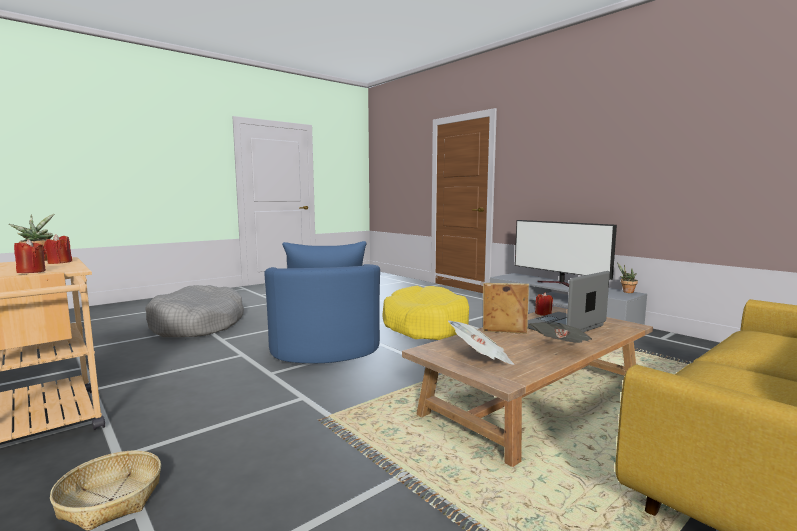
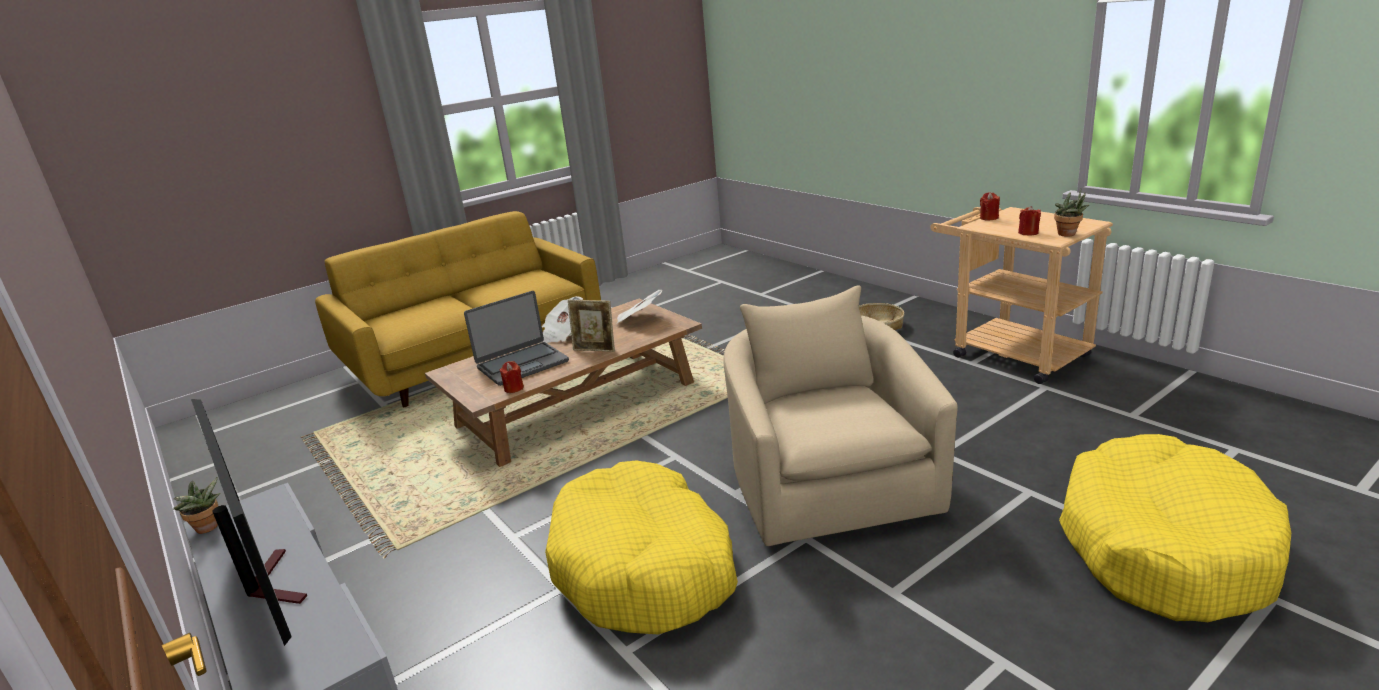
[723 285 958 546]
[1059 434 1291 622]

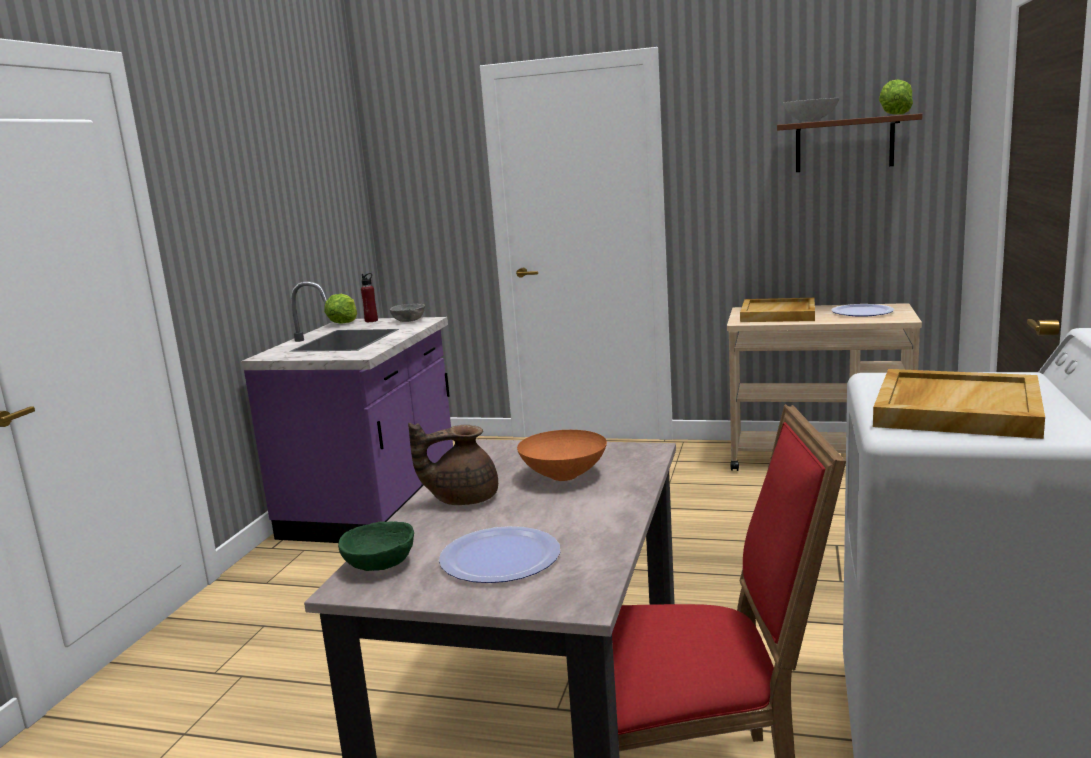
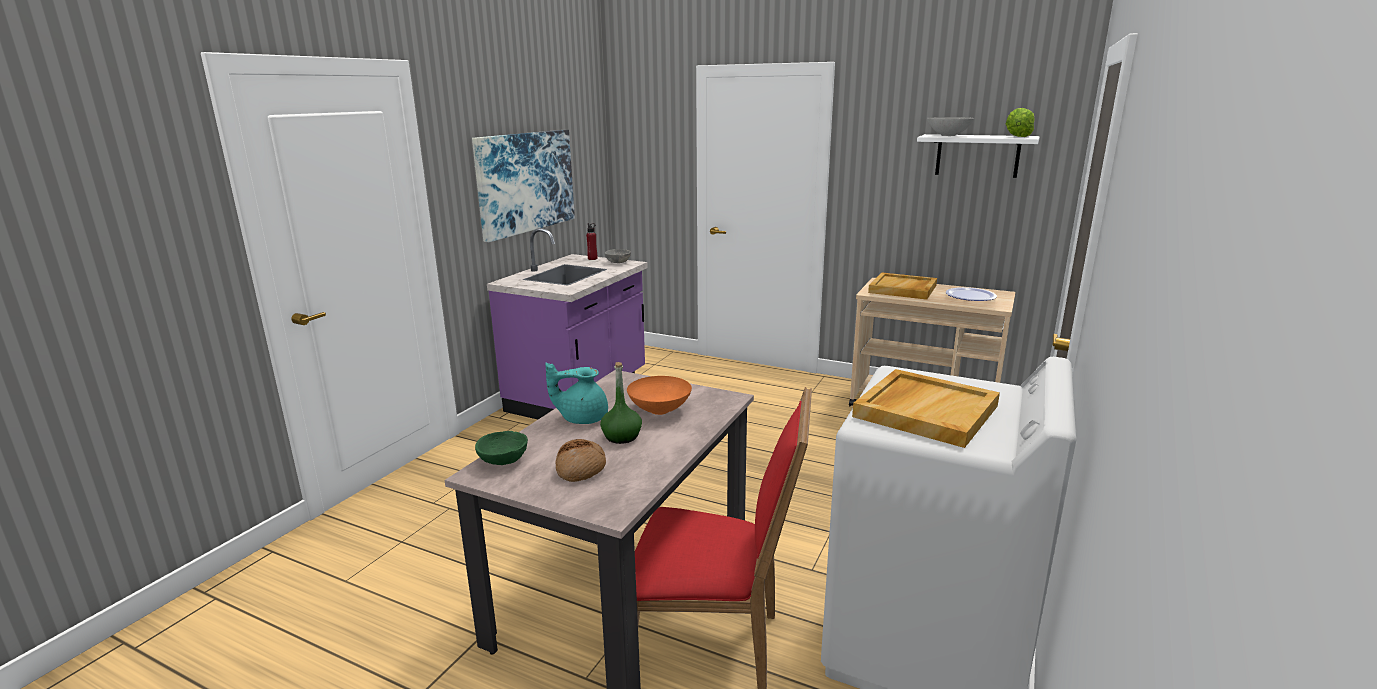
[917 134 1040 178]
[324 294 357 324] (first image)
[545 362 608 424]
[555 439 606 482]
[472 130 575 242]
[600 362 642 444]

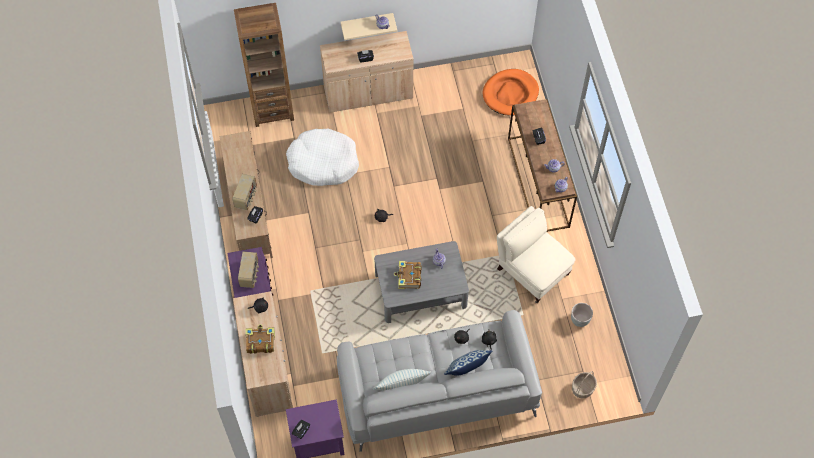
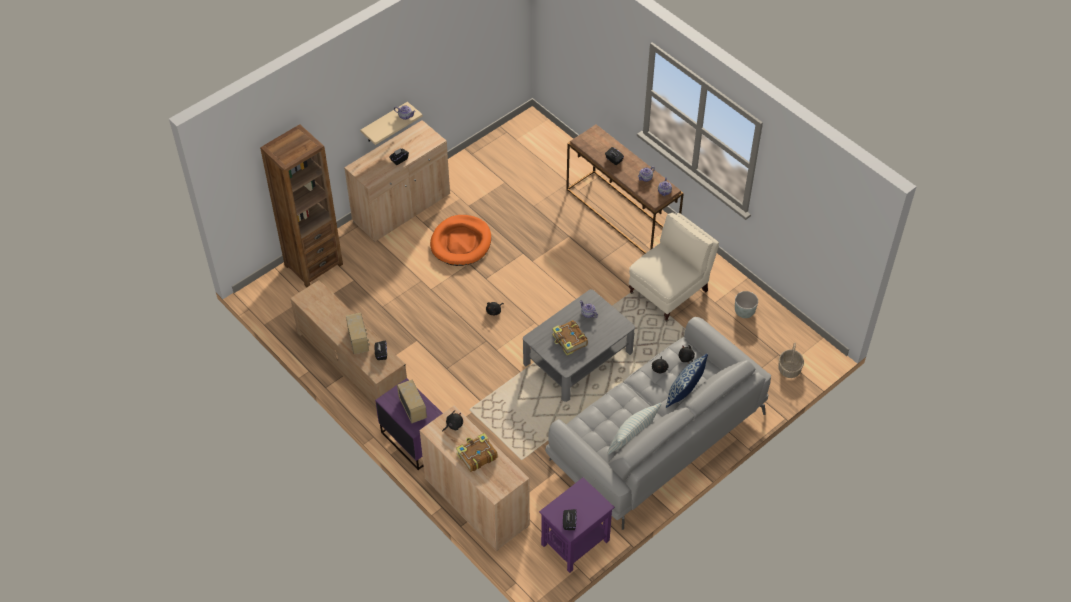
[430 215 491 266]
[286 128 359 186] (first image)
[629 213 719 322]

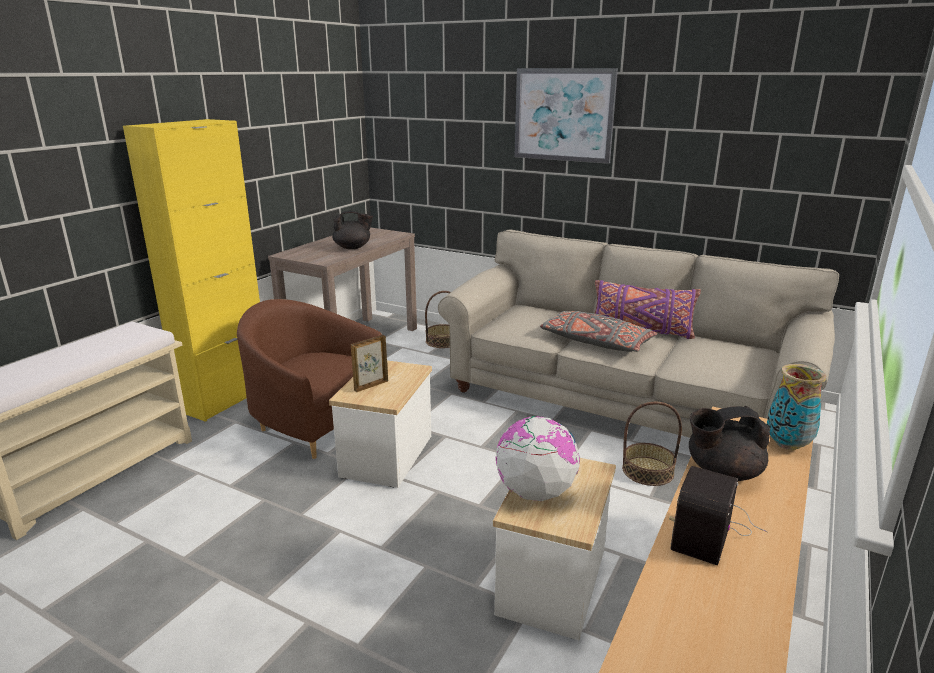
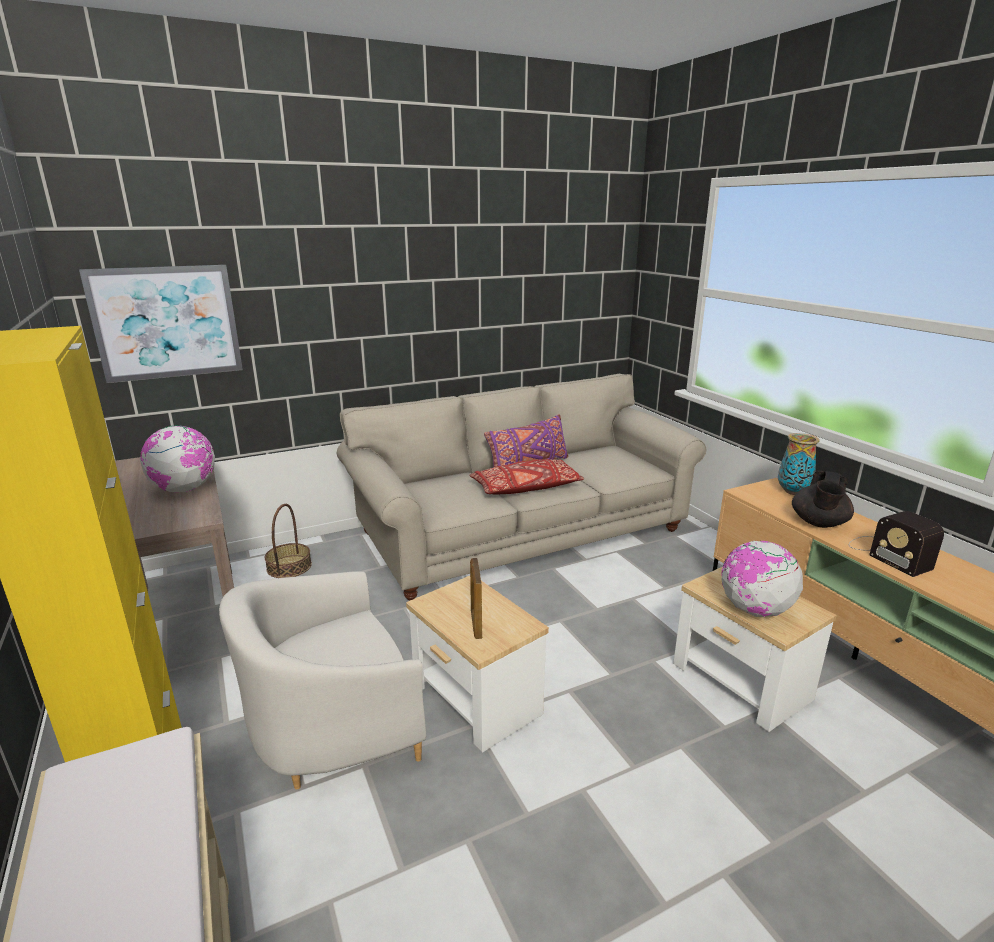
[79 265 243 383]
[140 425 215 492]
[219 571 426 790]
[469 459 584 495]
[622 402 682 486] (first image)

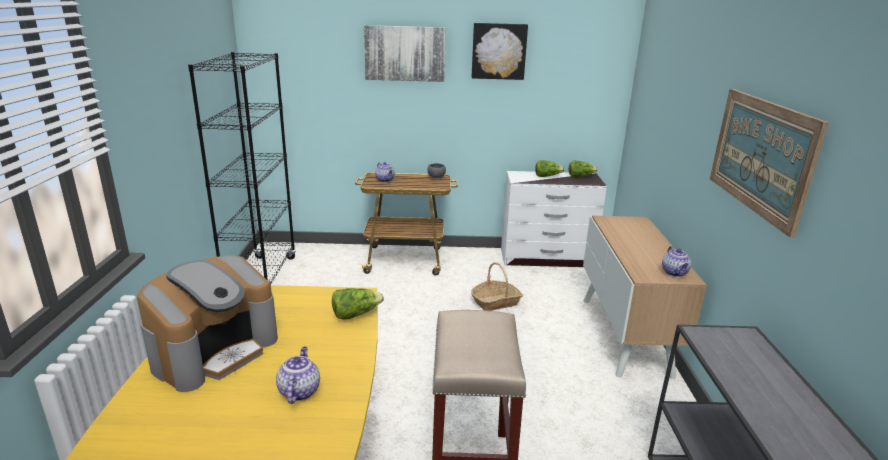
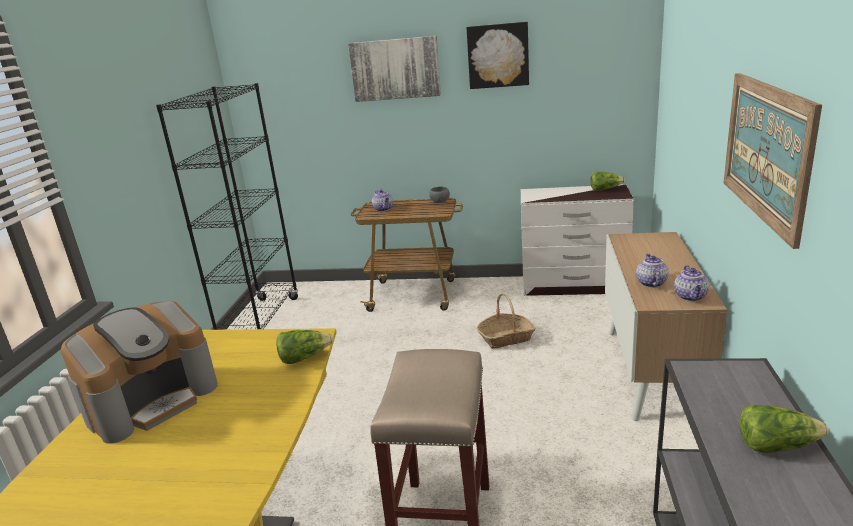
[740 405 829 453]
[636 254 669 287]

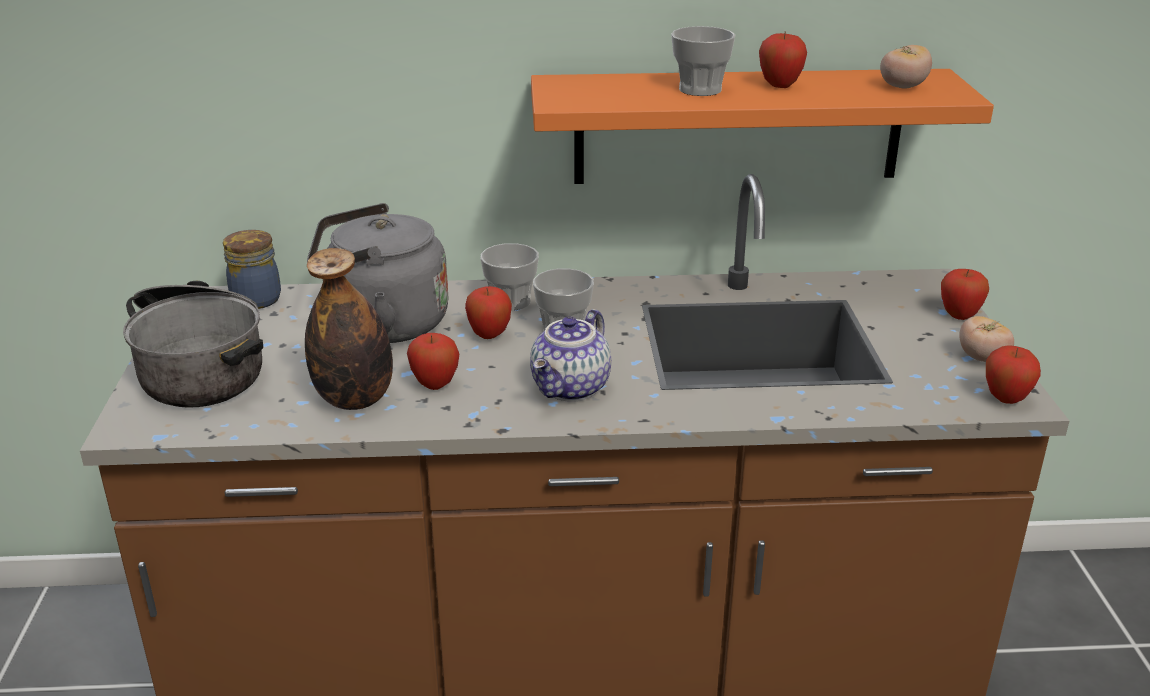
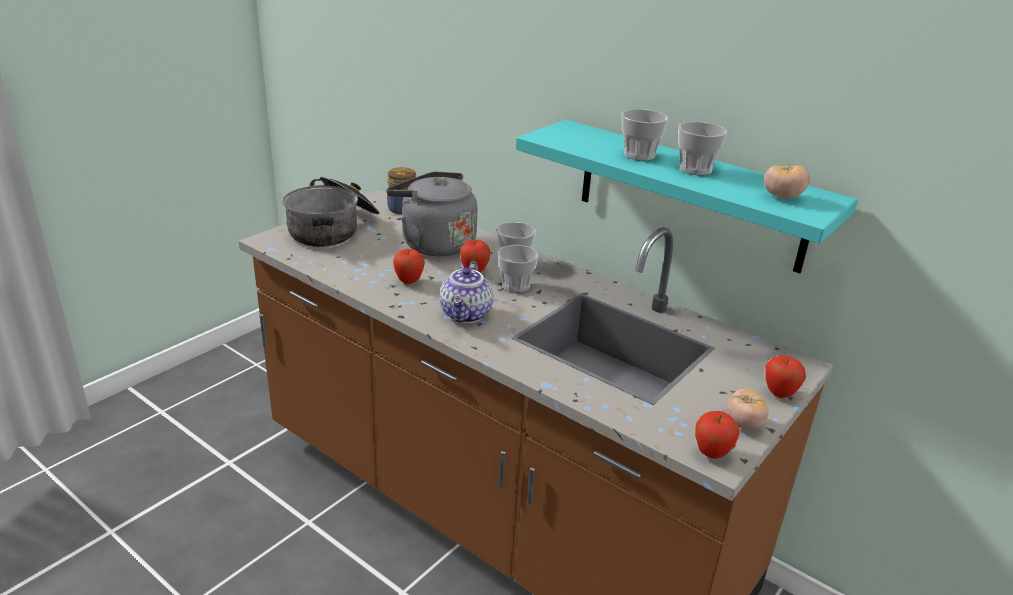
[678 122 727 175]
[516 119 858 273]
[305 248 393 410] (first image)
[440 261 493 323]

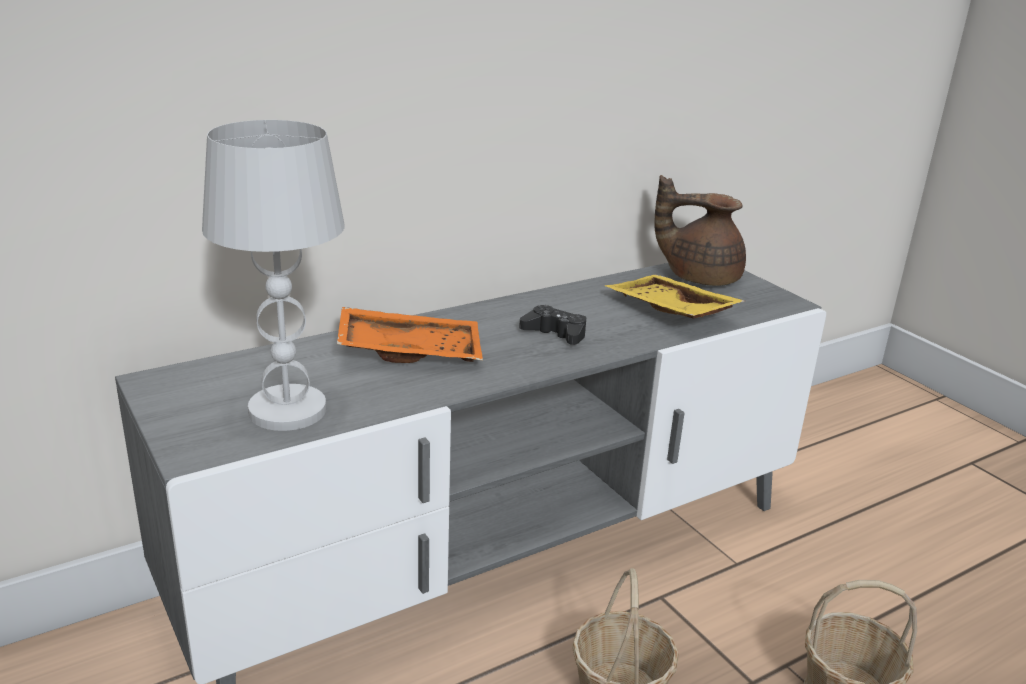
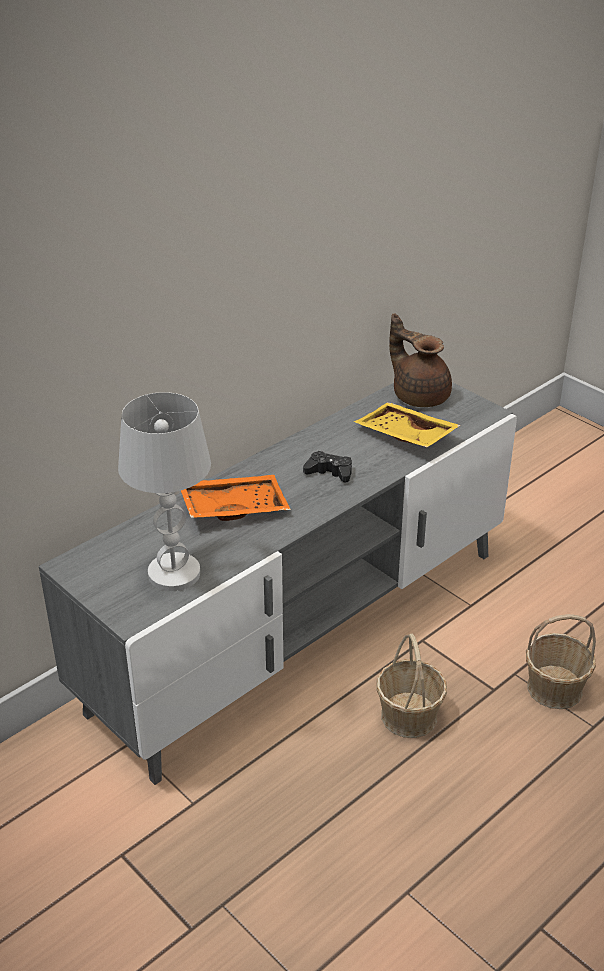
[389 313 452 407]

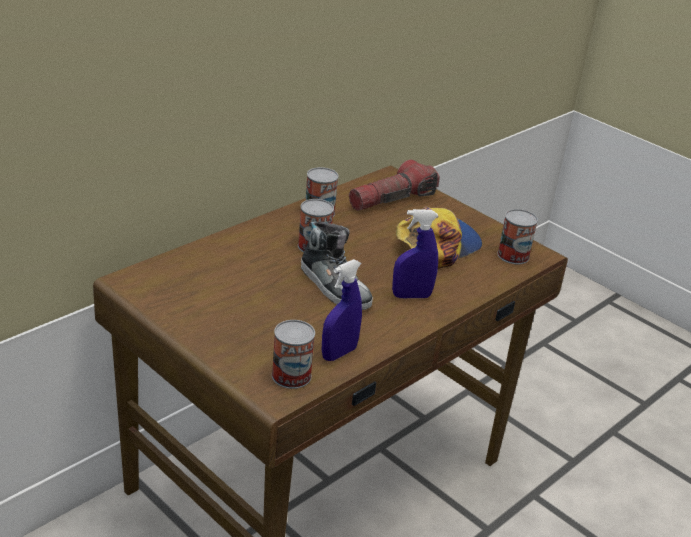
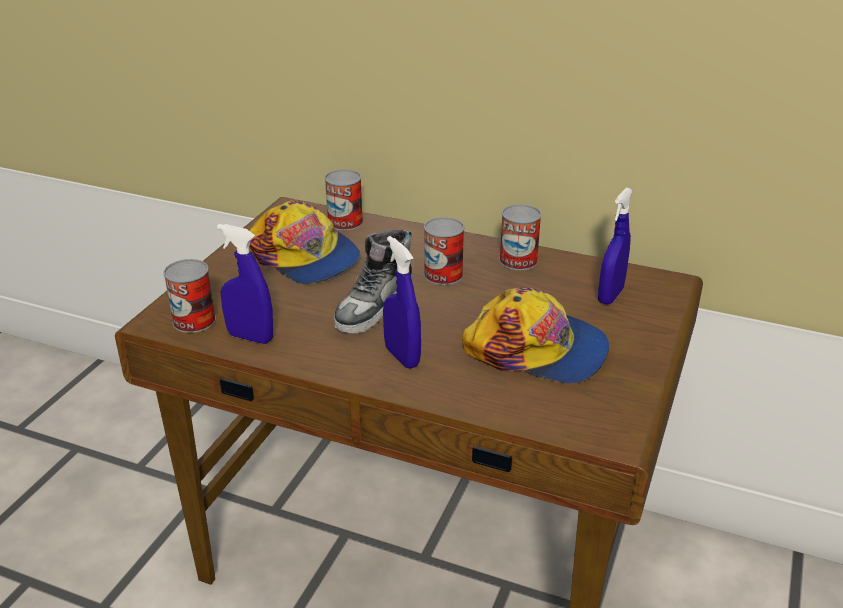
[598 188 633 304]
[325 169 363 231]
[249 201 361 284]

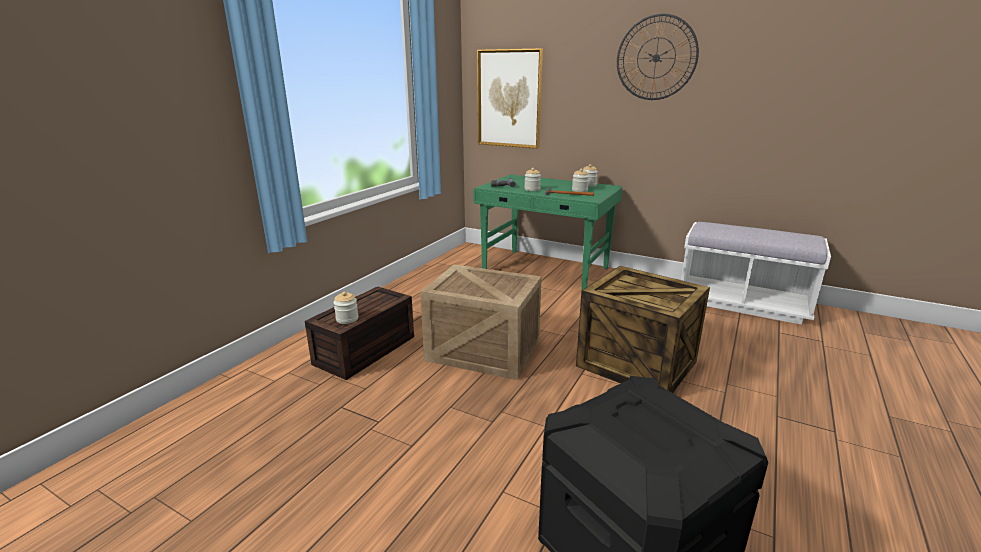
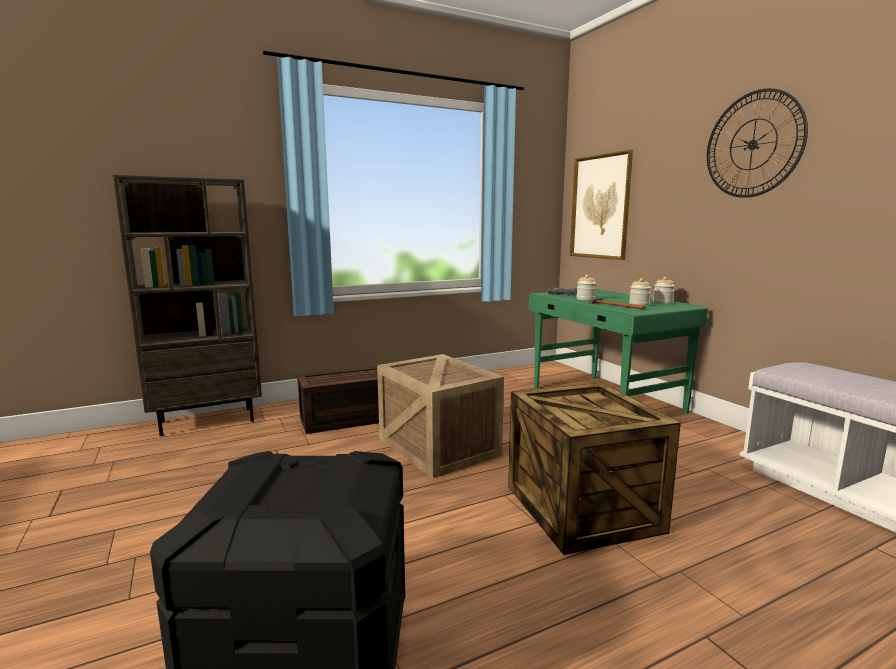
[334 292 358 324] (first image)
[113 175 262 436]

